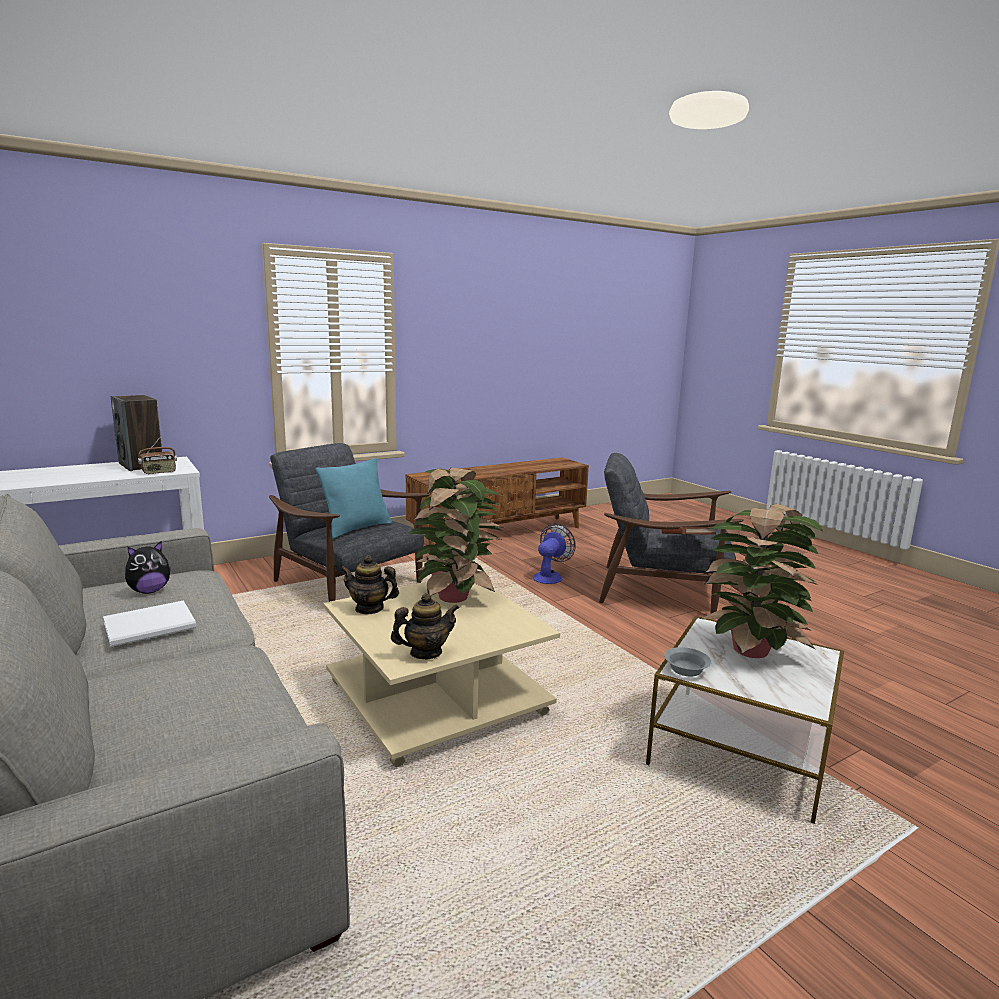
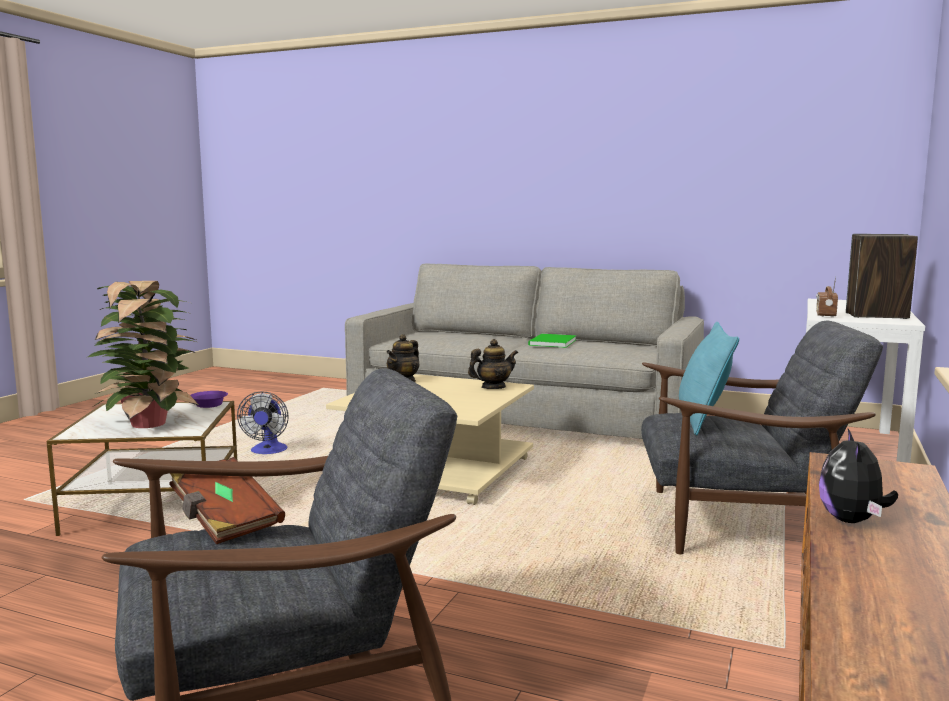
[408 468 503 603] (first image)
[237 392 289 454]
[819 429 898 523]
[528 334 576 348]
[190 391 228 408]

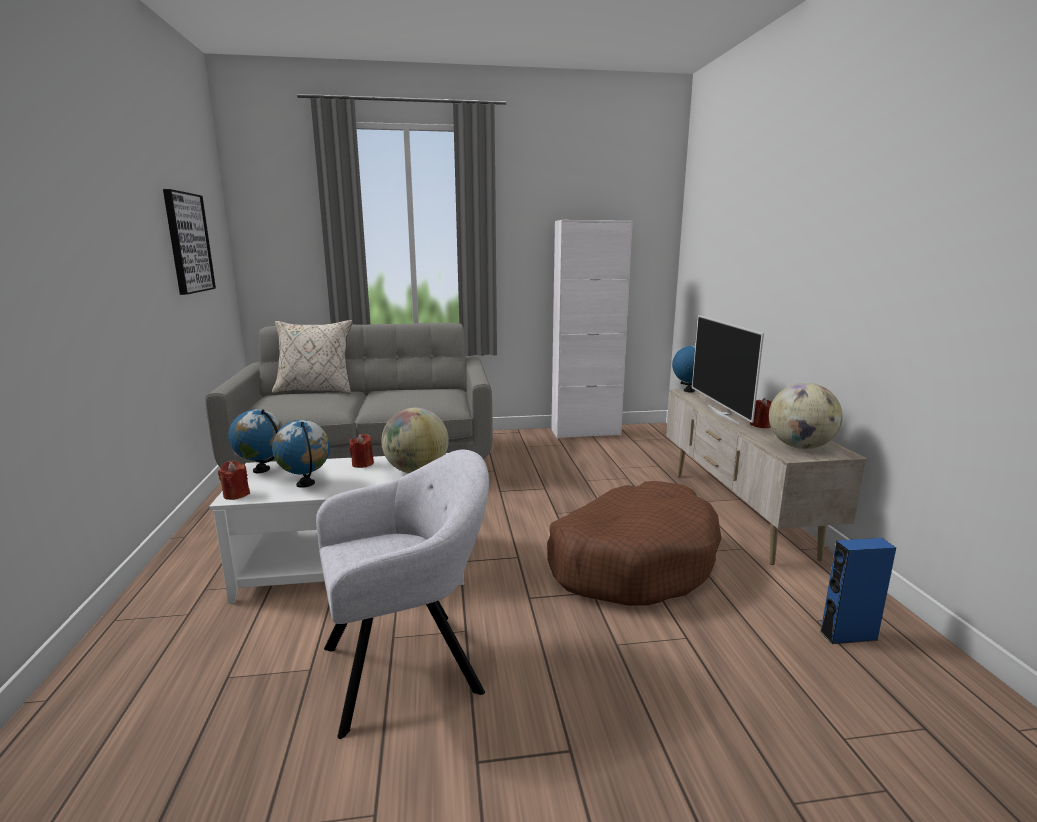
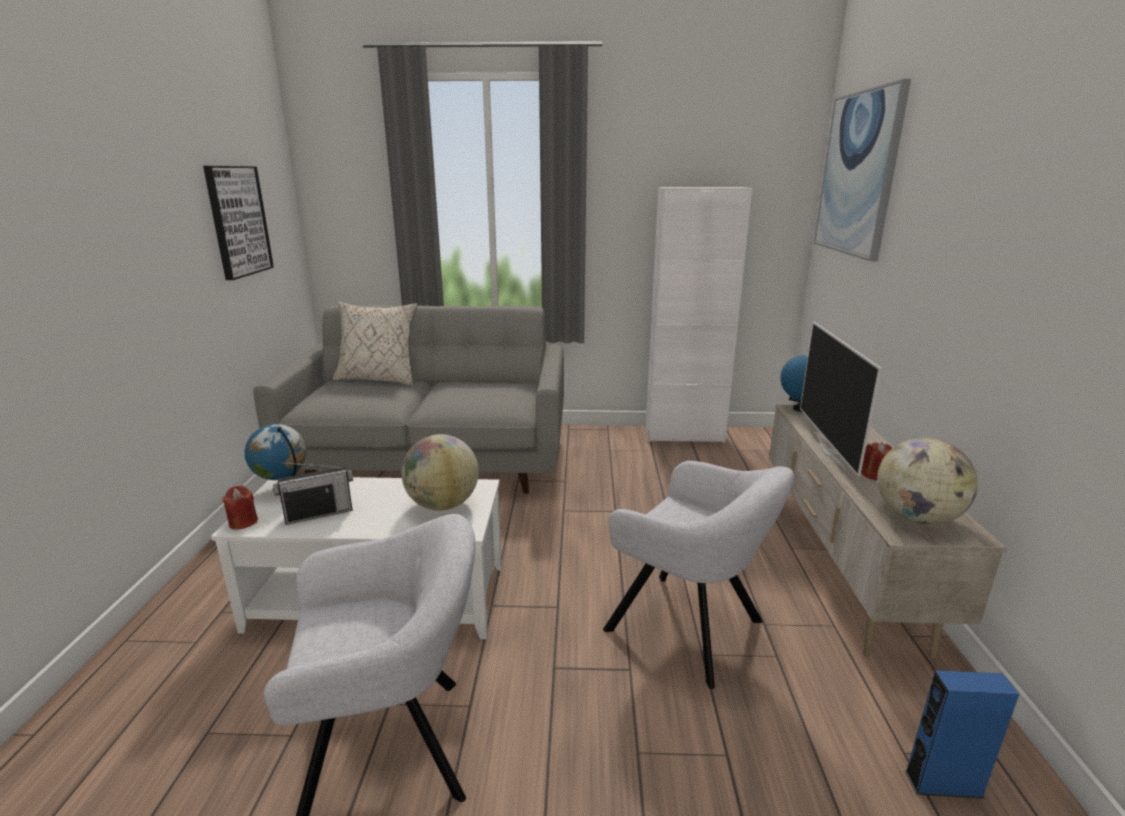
[273 462 353 525]
[349 434 374 468] (first image)
[603 461 794 689]
[814 79 911 262]

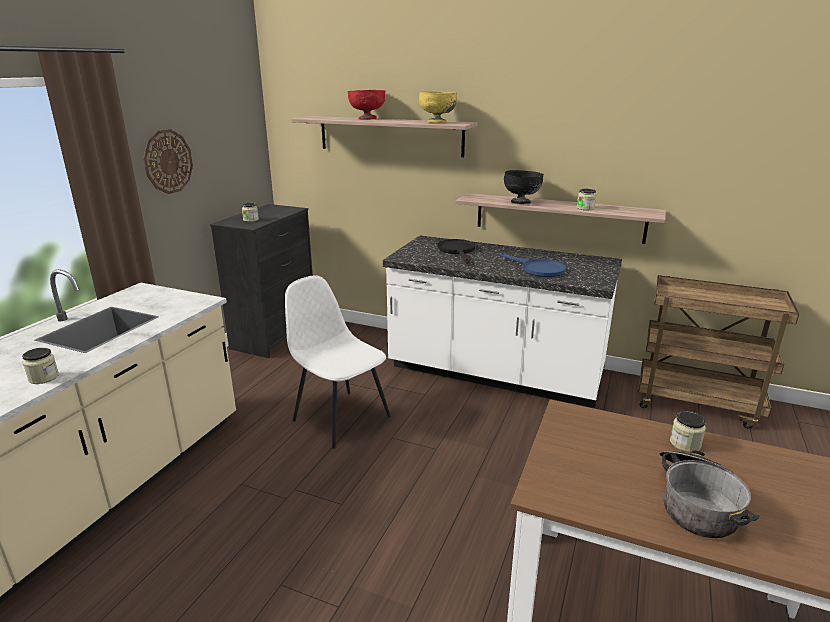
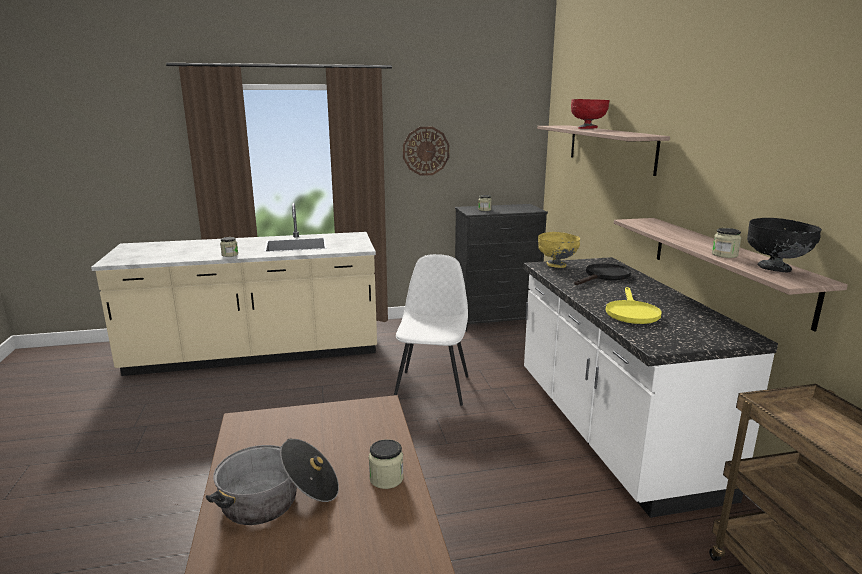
[538 232 580 268]
[747 218 822 272]
[605 287 662 324]

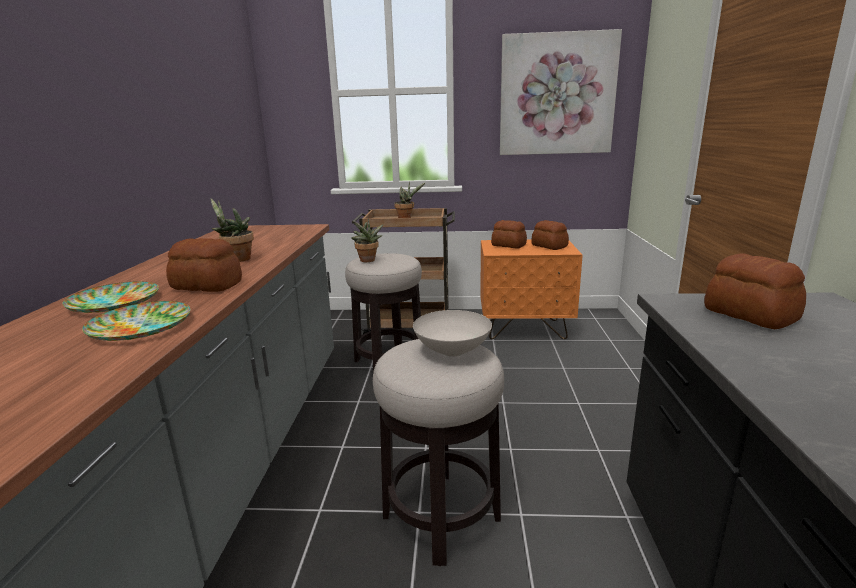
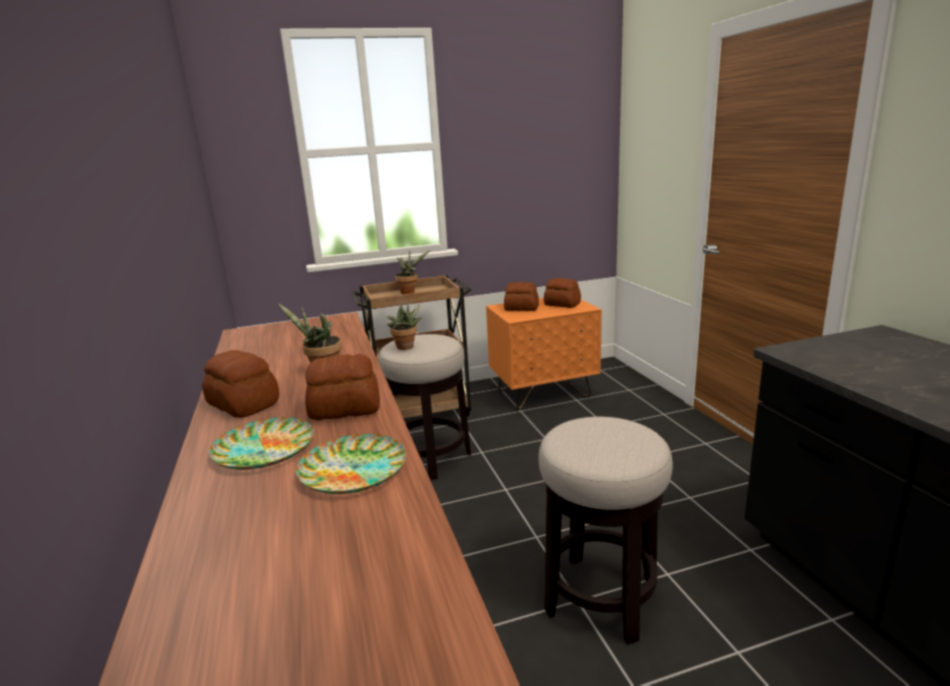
[500 29 622 155] (first image)
[202 350 279 418]
[413 310 492 357] (first image)

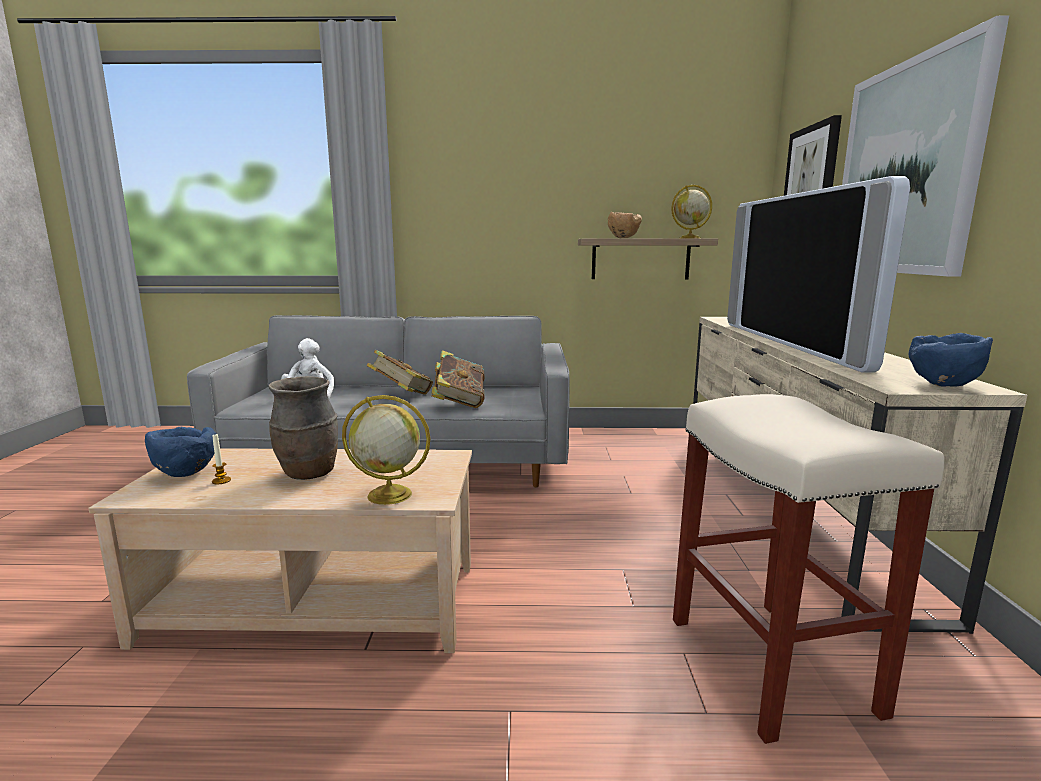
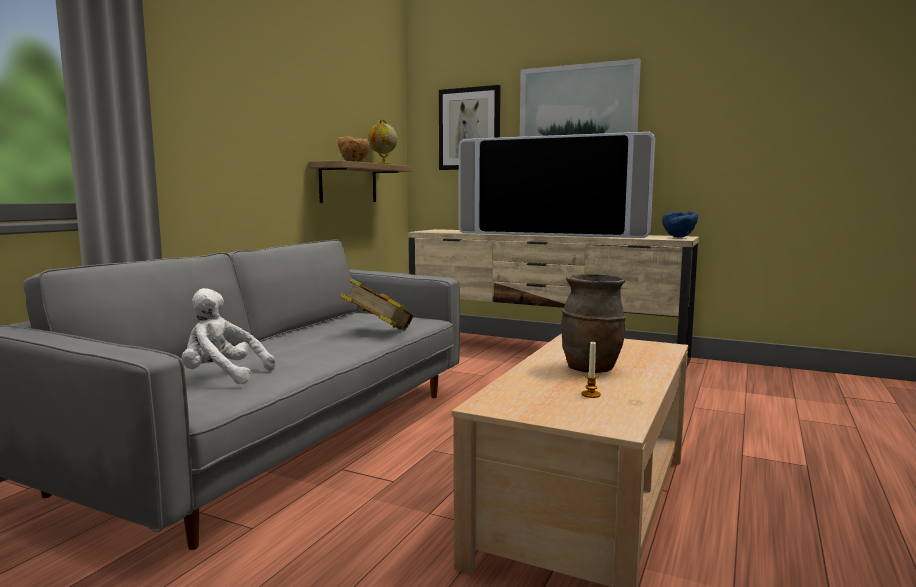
[366 350 433 395] (first image)
[673 394 944 744] (first image)
[342 395 431 505] (first image)
[145 427 216 477] (first image)

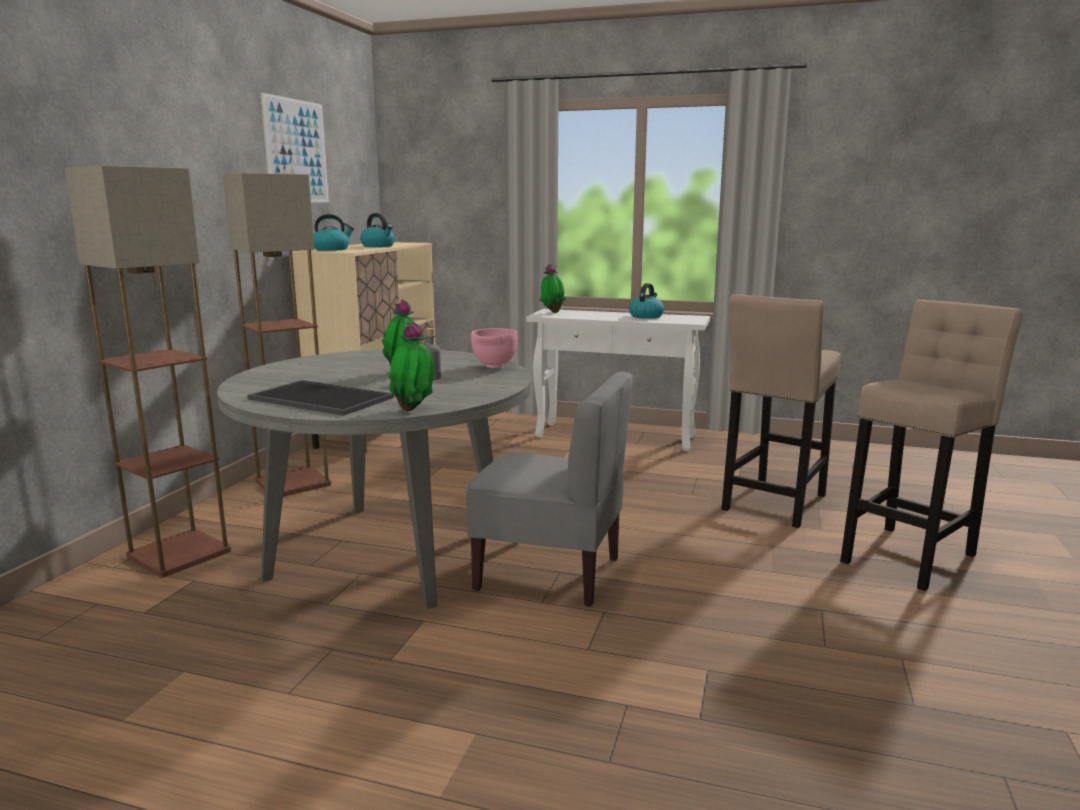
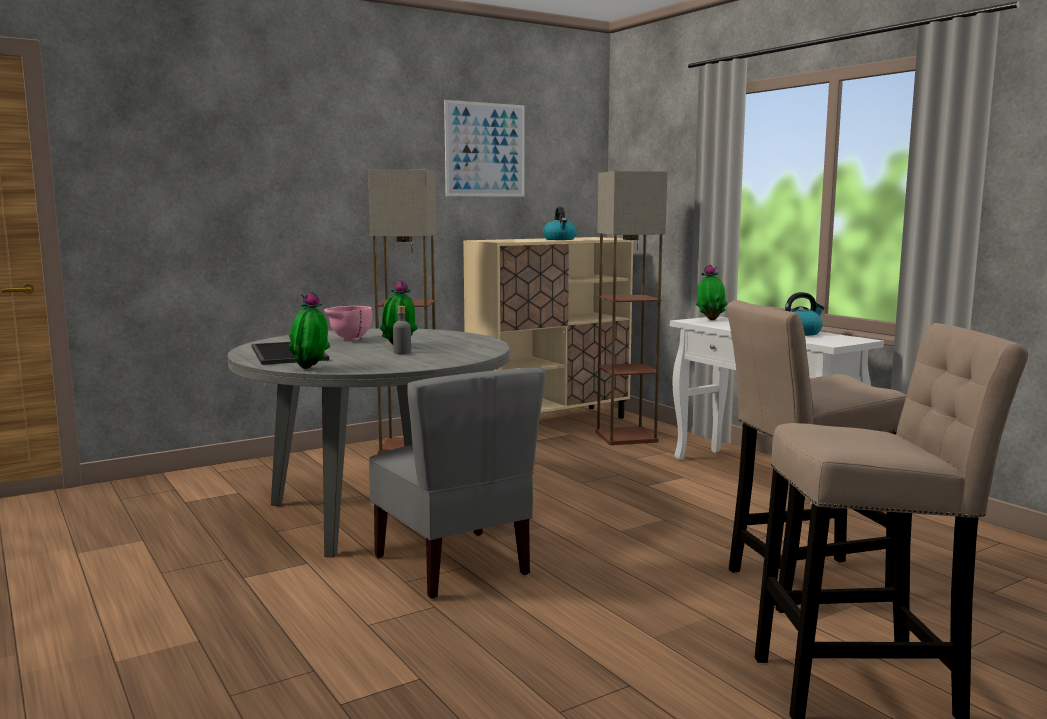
[595 171 667 445]
[313 214 354 251] (first image)
[324 306 372 341]

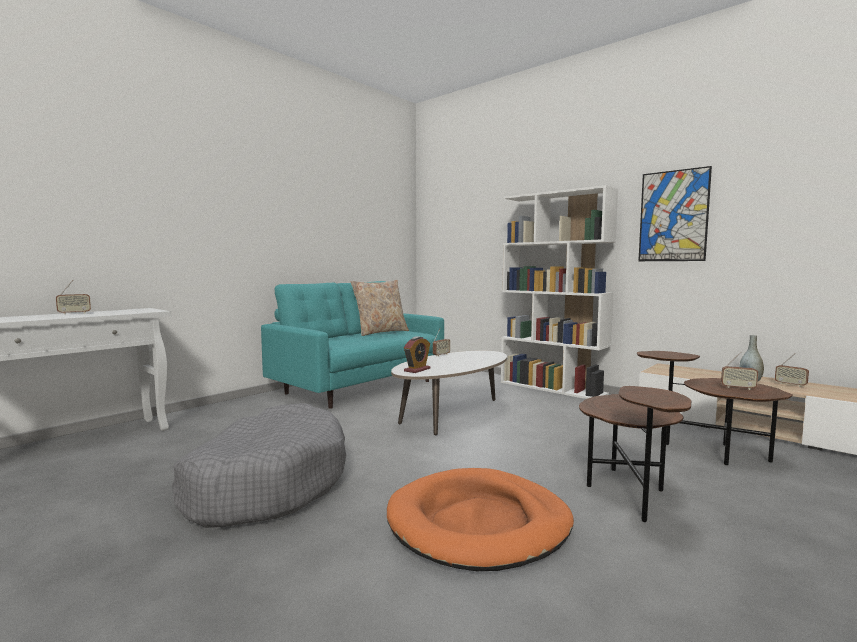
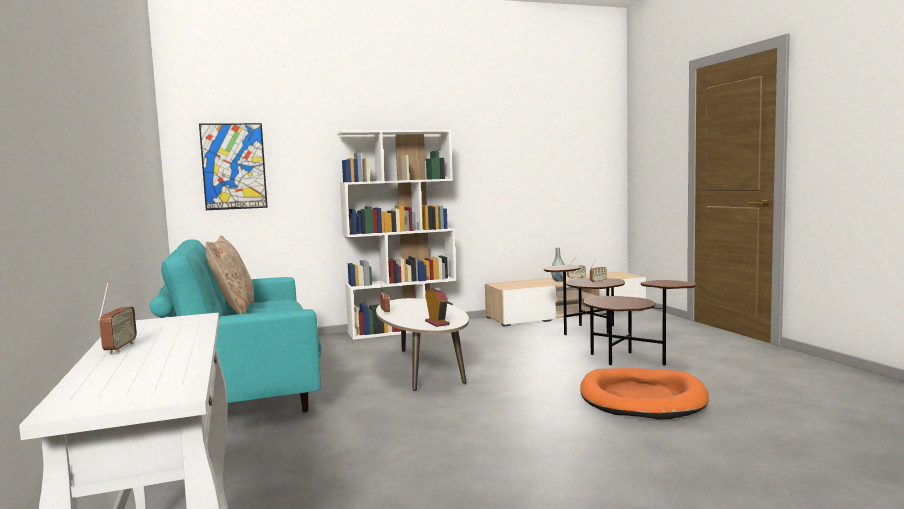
[199 123 268 210]
[172 403 346 528] (first image)

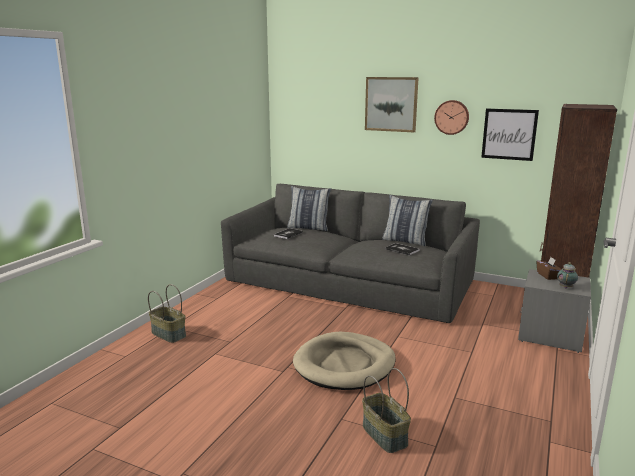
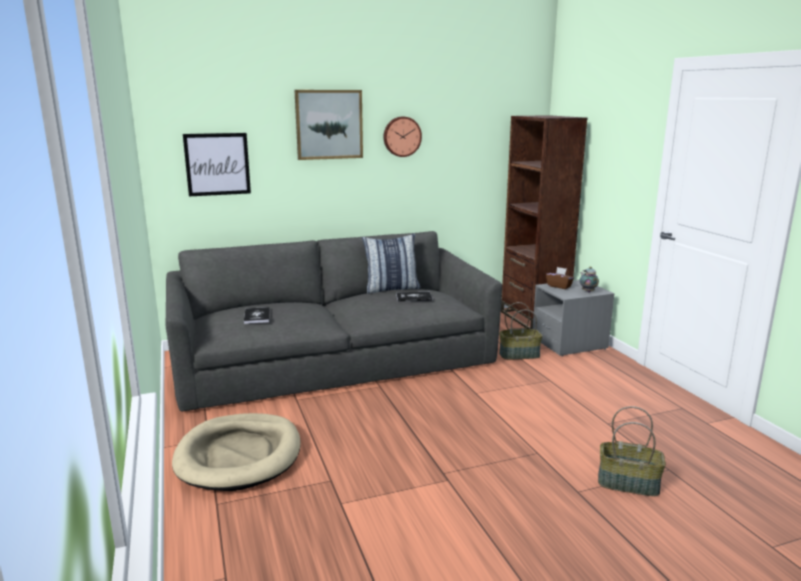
[183 133 251 196]
[287 186 331 231] (first image)
[499 302 543 360]
[172 413 301 491]

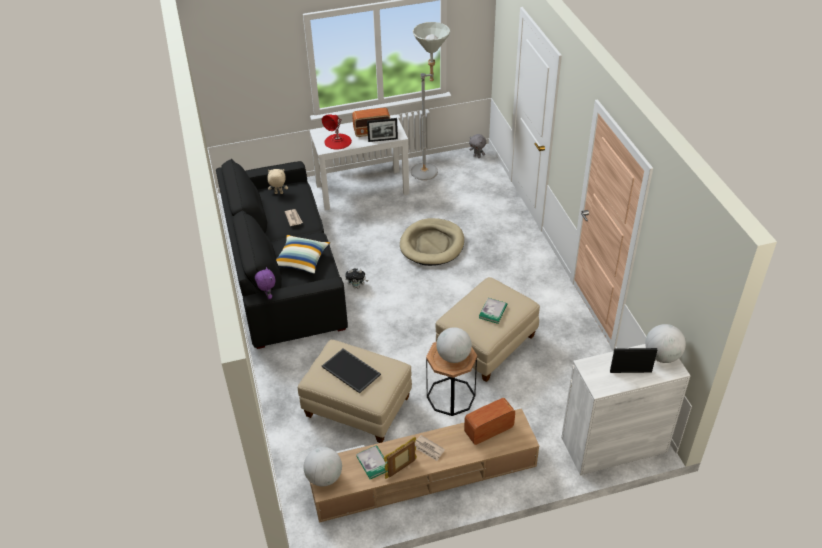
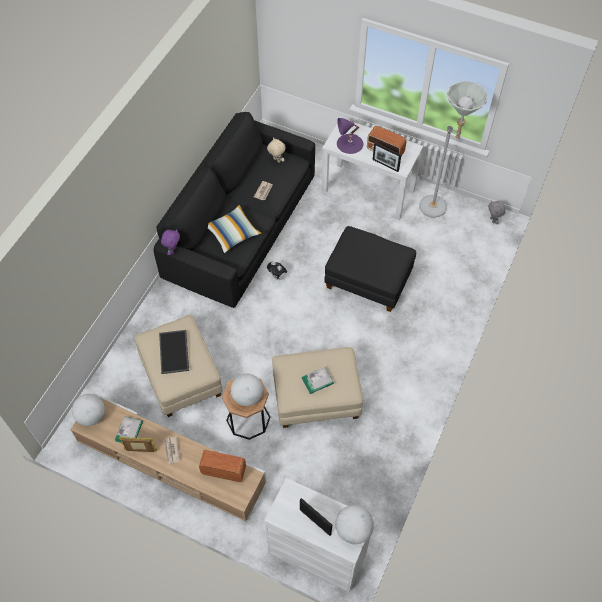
[337 118 363 154]
[324 226 416 312]

